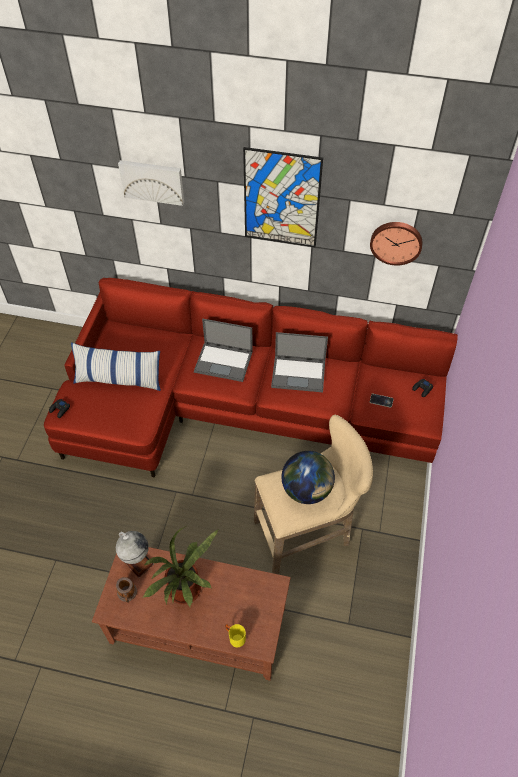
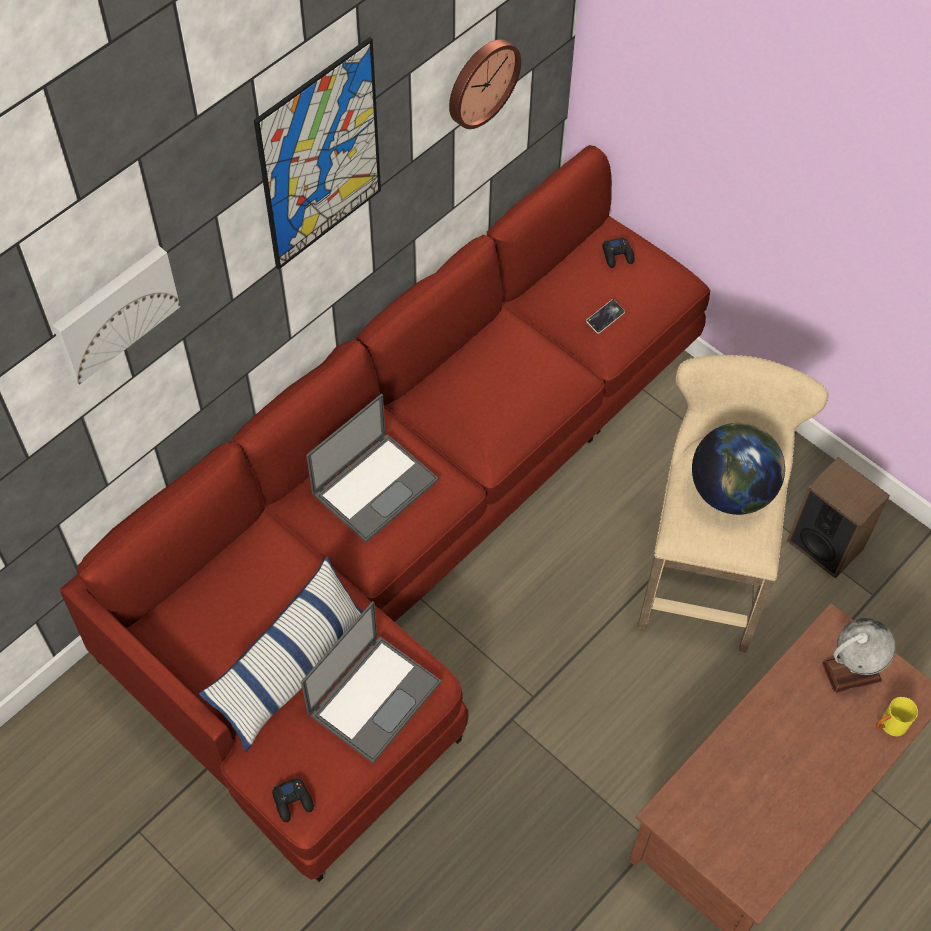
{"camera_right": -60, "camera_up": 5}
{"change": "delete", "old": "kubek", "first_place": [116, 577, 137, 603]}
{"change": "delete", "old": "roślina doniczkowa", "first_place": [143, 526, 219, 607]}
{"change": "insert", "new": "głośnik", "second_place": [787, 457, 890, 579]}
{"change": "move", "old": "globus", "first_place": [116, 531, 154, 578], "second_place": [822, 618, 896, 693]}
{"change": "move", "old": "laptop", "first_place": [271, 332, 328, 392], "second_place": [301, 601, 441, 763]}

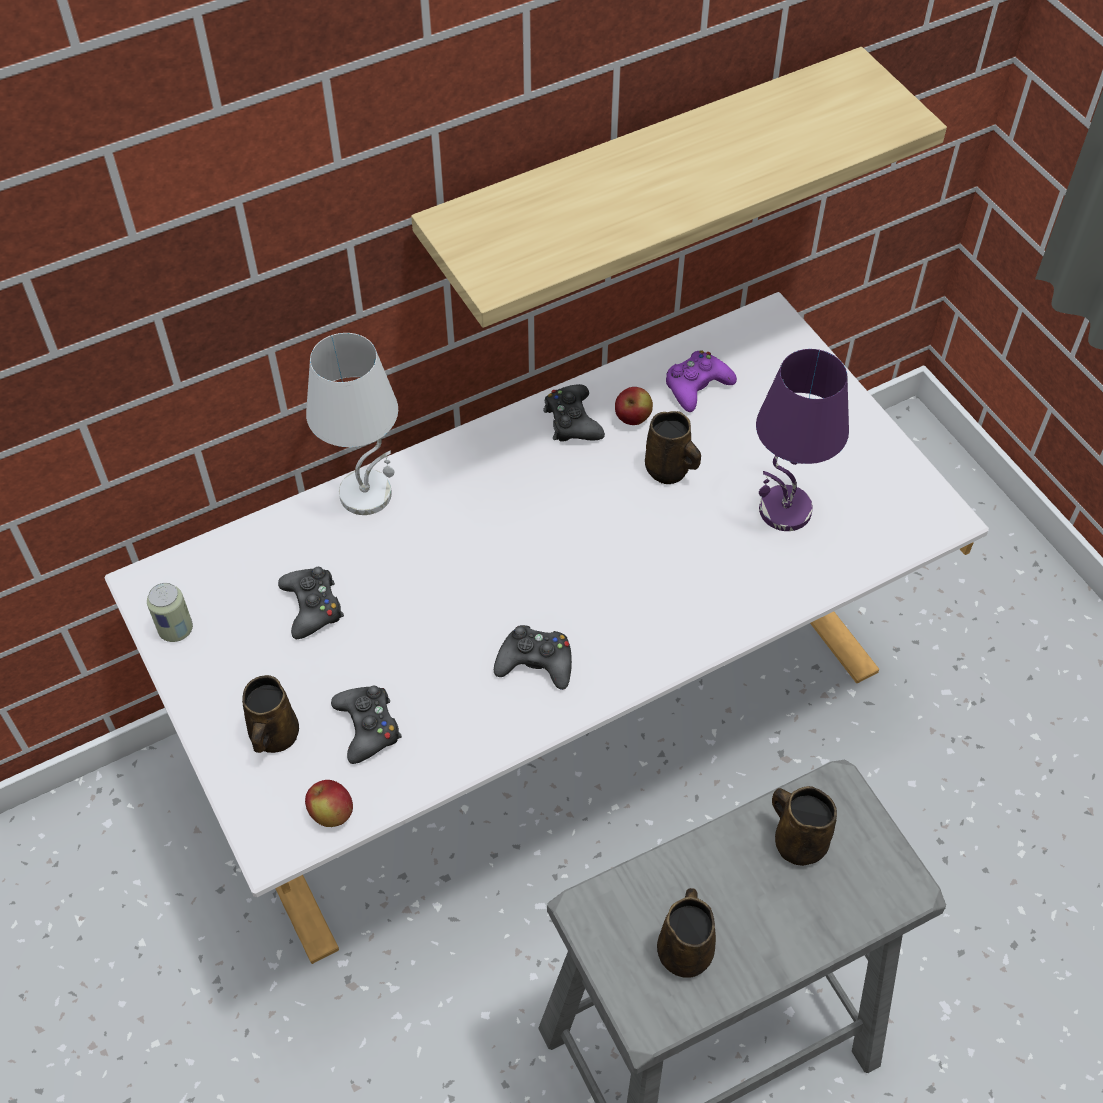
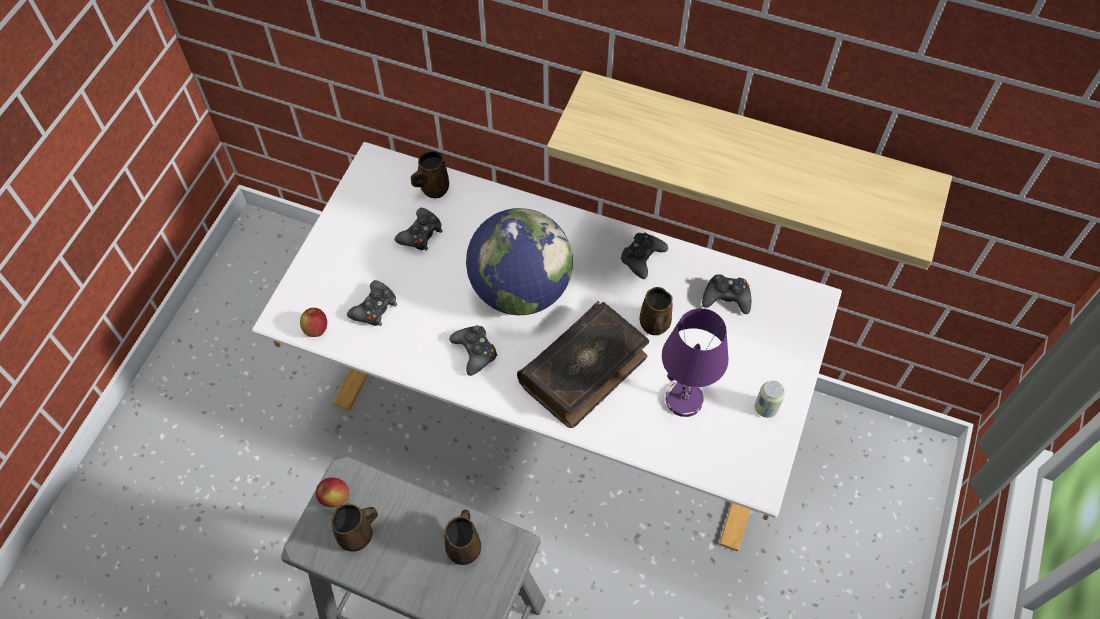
{"camera_right": 50, "camera_up": 5}
{"change": "delete", "old": "lampa stołowa/biały", "first_place": [306, 333, 398, 515]}
{"change": "insert", "new": "globus", "second_place": [466, 208, 573, 315]}
{"change": "insert", "new": "książka", "second_place": [517, 301, 649, 428]}
{"change": "move", "old": "puszka", "first_place": [147, 583, 193, 642], "second_place": [755, 381, 785, 418]}
{"change": "move", "old": "kubek/brązowy", "first_place": [242, 675, 299, 753], "second_place": [411, 151, 449, 198]}
{"change": "move", "old": "jabłko", "first_place": [615, 387, 653, 425], "second_place": [316, 478, 349, 507]}
{"change": "recolor", "old": "pad do gier/fioletowy", "new": "pad do gier/czarny", "first_place": [666, 350, 737, 412], "second_place": [702, 275, 751, 314]}

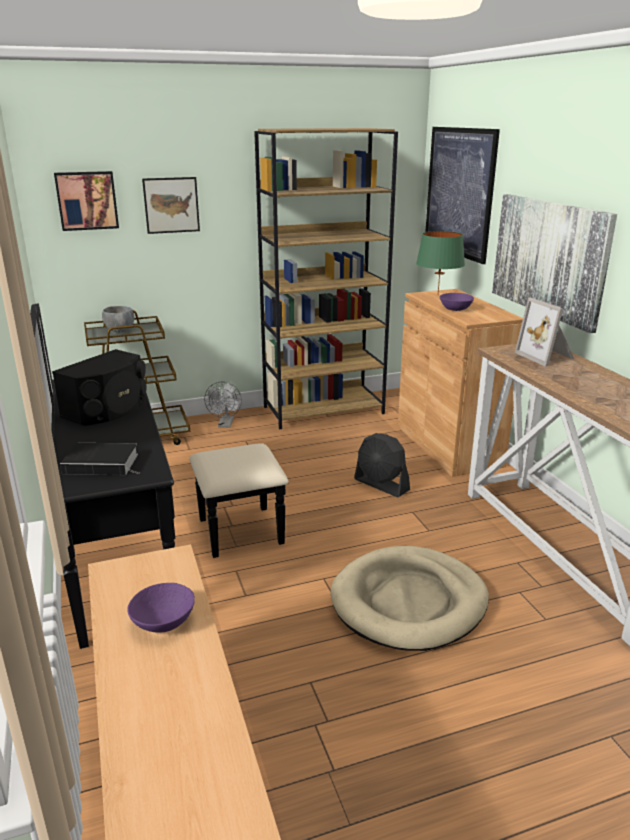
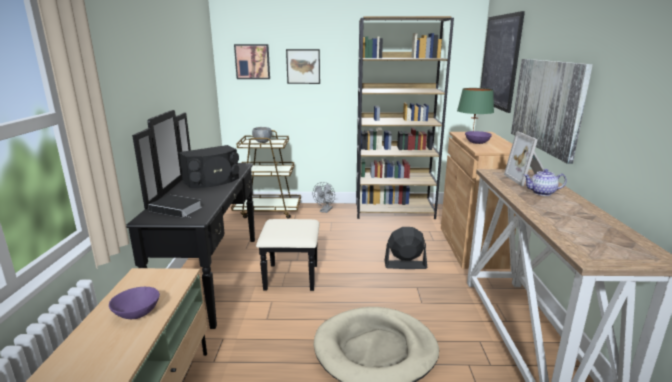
{"camera_right": 20, "camera_up": -5}
{"change": "insert", "new": "imbryk", "second_place": [524, 169, 567, 196]}
{"change": "rotate", "old": "wentylator/czarny", "first_place": [354, 433, 410, 497], "second_place": [385, 227, 427, 269], "degrees": 120}

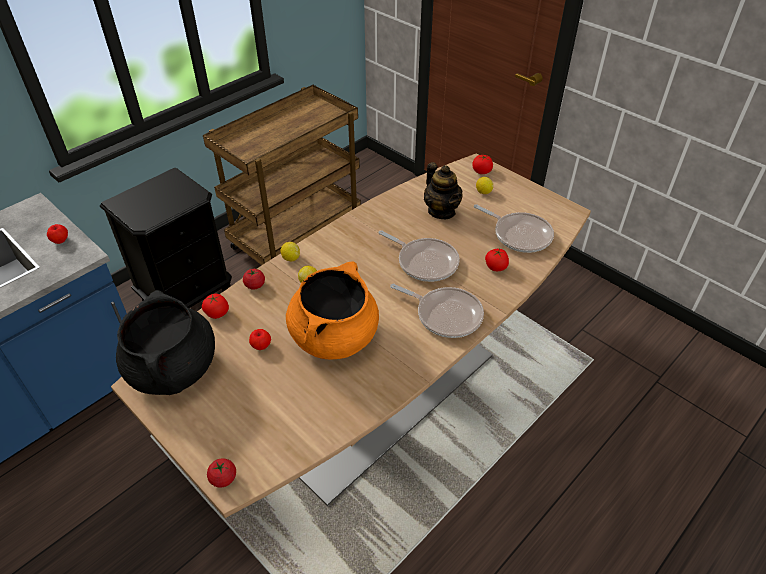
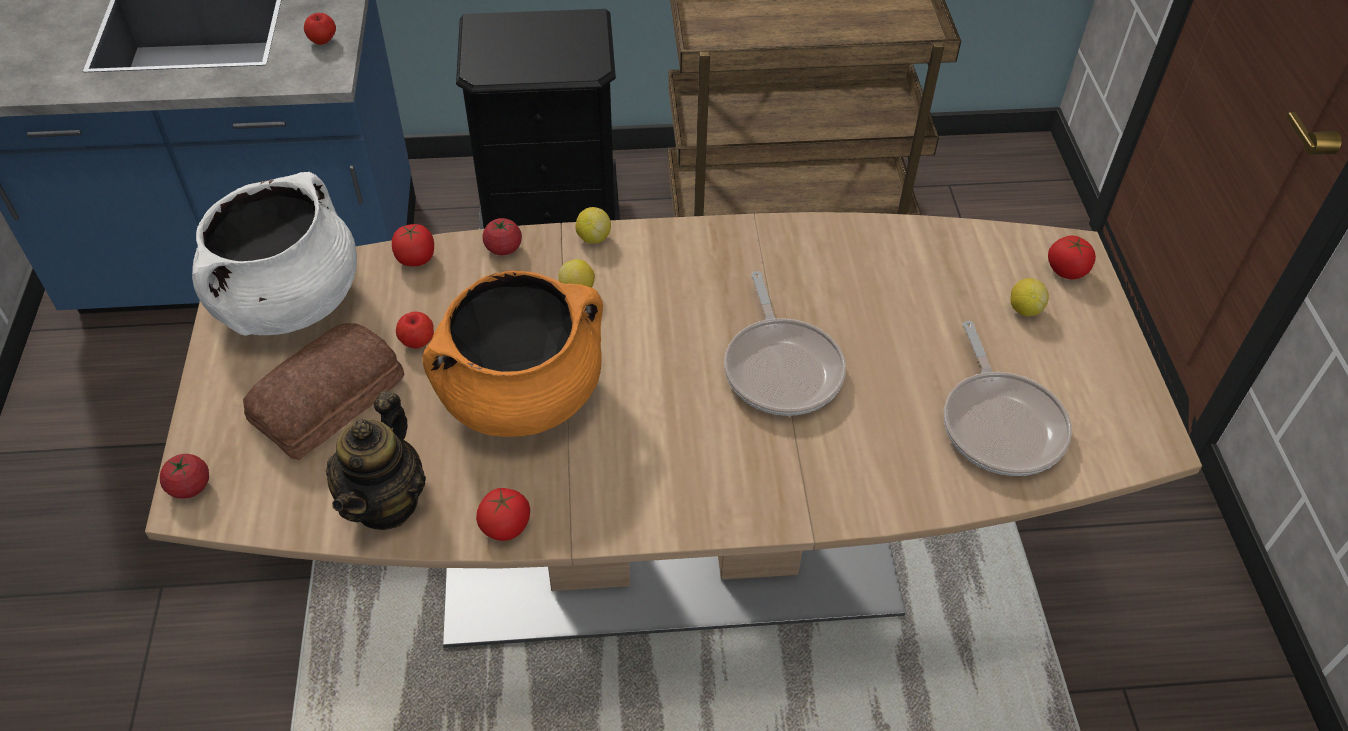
{"camera_right": 40, "camera_up": 5}
{"change": "delete", "old": "patelnia", "first_place": [390, 284, 484, 338]}
{"change": "insert", "new": "chleb", "second_place": [243, 323, 404, 460]}
{"change": "move", "old": "imbryk", "first_place": [424, 162, 462, 219], "second_place": [326, 391, 426, 530]}
{"change": "move", "old": "pomidor", "first_place": [485, 249, 509, 271], "second_place": [476, 488, 530, 541]}
{"change": "recolor", "old": "garnek/czarny", "new": "garnek/biały", "first_place": [116, 290, 215, 395], "second_place": [192, 172, 357, 336]}

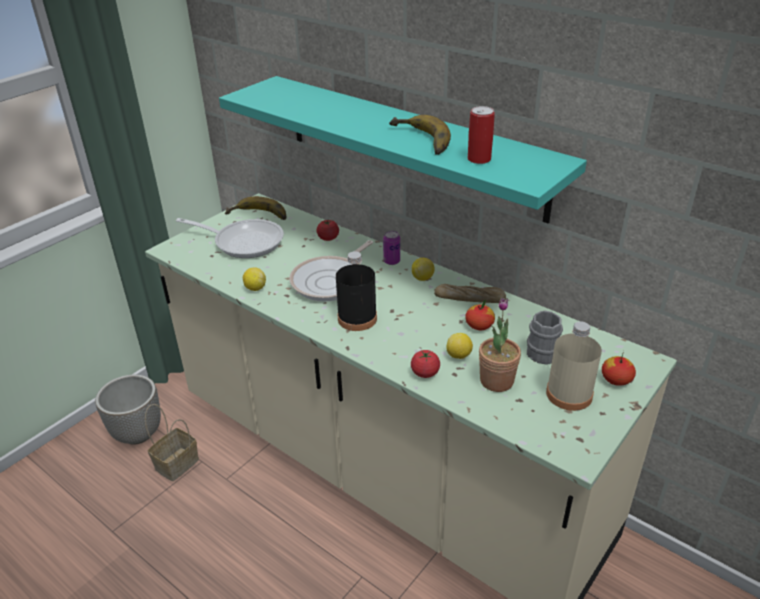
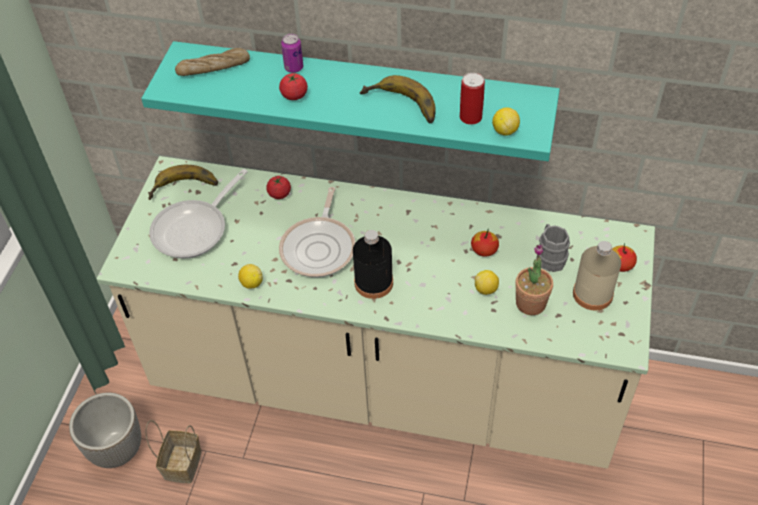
{"camera_right": -25, "camera_up": 15}
{"change": "move", "old": "puszka", "first_place": [383, 231, 400, 265], "second_place": [281, 34, 303, 73]}
{"change": "move", "old": "pomidor", "first_place": [411, 350, 440, 378], "second_place": [279, 73, 308, 100]}
{"change": "move", "old": "cytryna", "first_place": [412, 258, 435, 281], "second_place": [492, 107, 520, 136]}
{"change": "move", "old": "chleb", "first_place": [434, 284, 506, 303], "second_place": [175, 48, 250, 76]}
{"change": "rotate", "old": "patelnia", "first_place": [176, 218, 284, 258], "second_place": [149, 169, 248, 259], "degrees": 135}

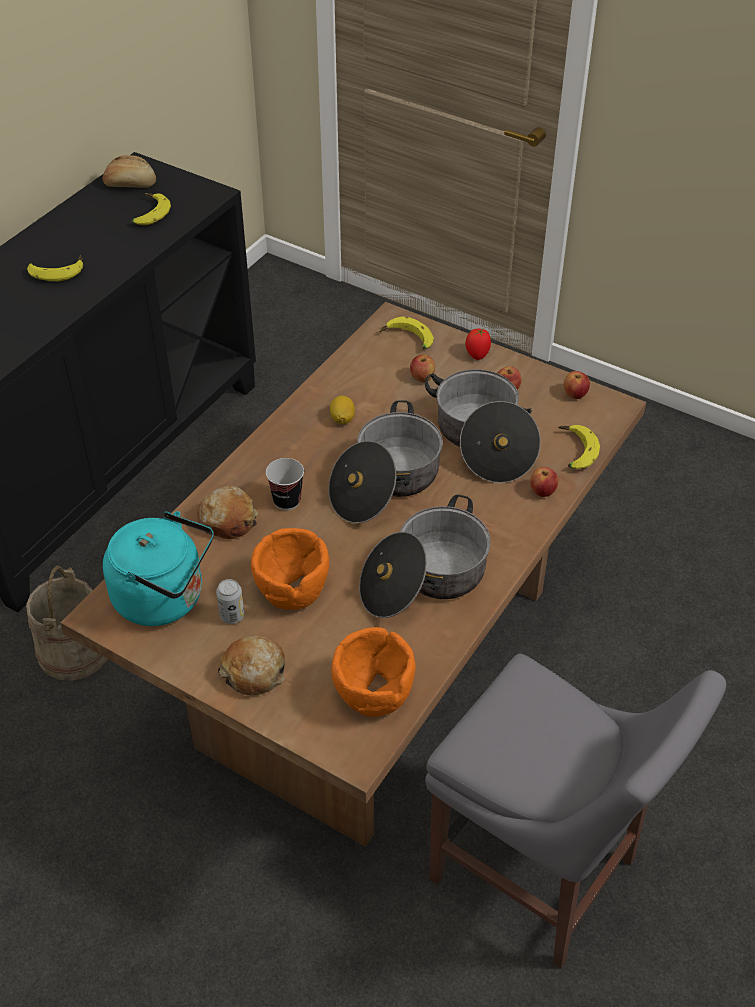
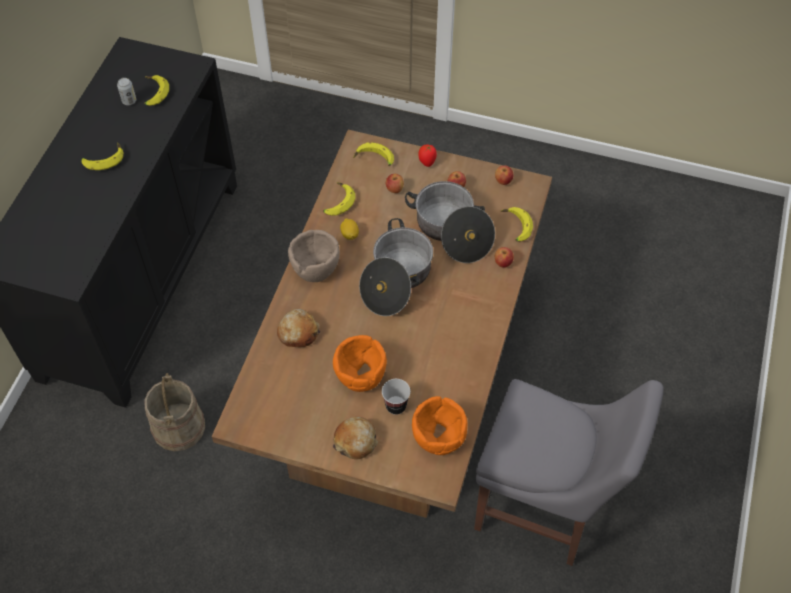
{"camera_right": -15, "camera_up": 10}
{"change": "delete", "old": "chleb", "first_place": [103, 155, 156, 188]}
{"change": "delete", "old": "czajnik/turkusowy", "first_place": [103, 511, 214, 626]}
{"change": "delete", "old": "garnek", "first_place": [359, 495, 491, 618]}
{"change": "insert", "new": "miska/brązowy", "second_place": [288, 230, 340, 282]}
{"change": "insert", "new": "banan", "second_place": [323, 182, 355, 216]}
{"change": "move", "old": "puszka", "first_place": [216, 579, 244, 624], "second_place": [117, 78, 136, 105]}
{"change": "move", "old": "filiżanka", "first_place": [266, 458, 304, 510], "second_place": [382, 379, 410, 415]}

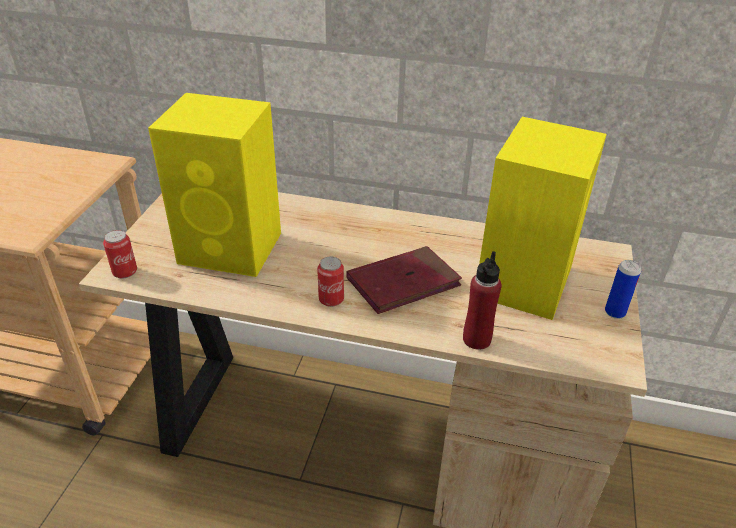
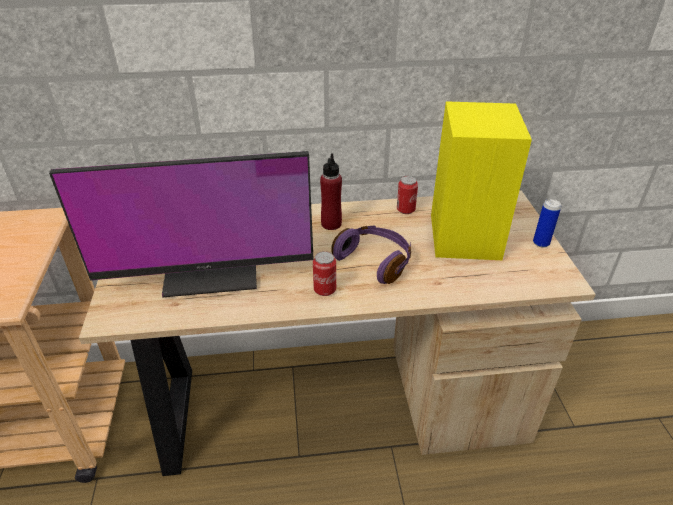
{"camera_right": -20, "camera_up": 0}
{"change": "move", "old": "puszka", "first_place": [103, 230, 137, 279], "second_place": [397, 176, 418, 214]}
{"change": "move", "old": "butelka/czerwony", "first_place": [463, 251, 502, 350], "second_place": [320, 153, 342, 230]}
{"change": "replace", "old": "głośnik/żółty", "new": "monitor", "first_place": [148, 93, 281, 277], "second_place": [49, 151, 314, 297]}
{"change": "replace", "old": "książka/czerwony", "new": "słuchawki/fioletowy", "first_place": [347, 246, 462, 314], "second_place": [331, 226, 411, 284]}

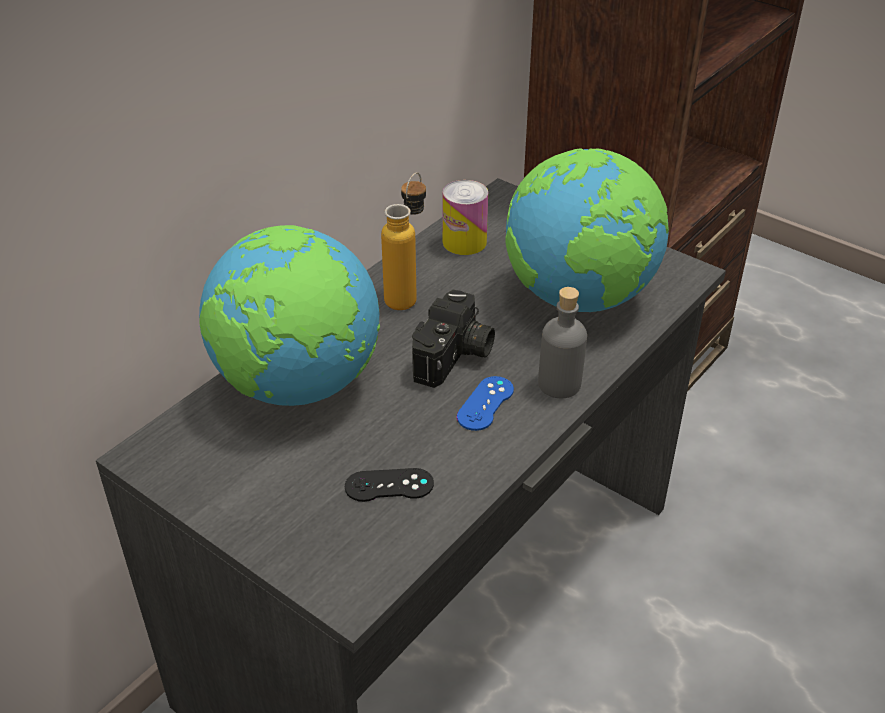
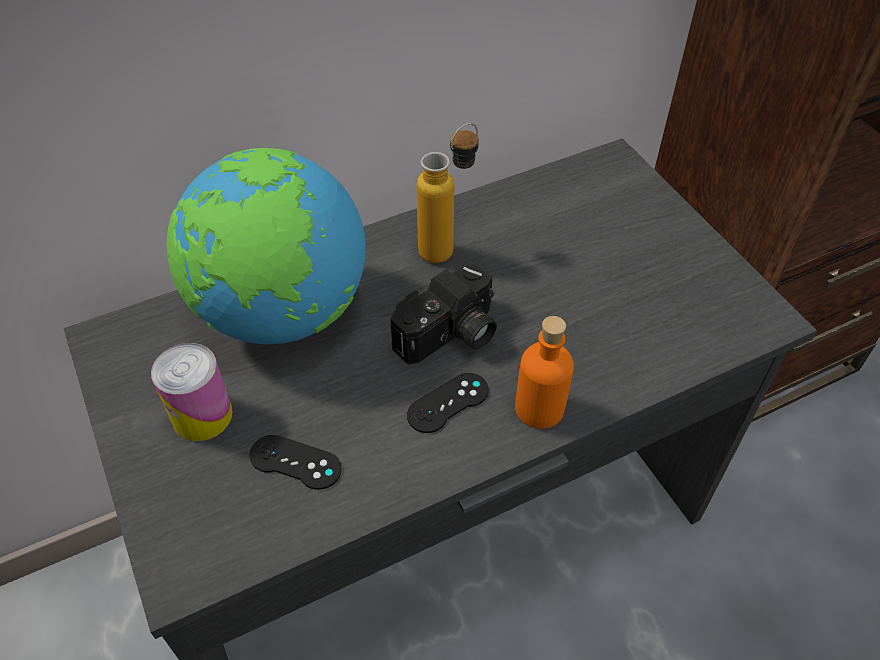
{"camera_right": 25, "camera_up": 10}
{"change": "delete", "old": "globus", "first_place": [505, 149, 669, 312]}
{"change": "move", "old": "puszka", "first_place": [443, 180, 488, 255], "second_place": [151, 343, 233, 441]}
{"change": "recolor", "old": "pad do gier/niebieski", "new": "pad do gier/czarny", "first_place": [457, 376, 514, 431], "second_place": [407, 373, 489, 433]}
{"change": "recolor", "old": "butelka/szary", "new": "butelka/pomarańczowy", "first_place": [538, 287, 587, 398], "second_place": [515, 316, 574, 429]}

